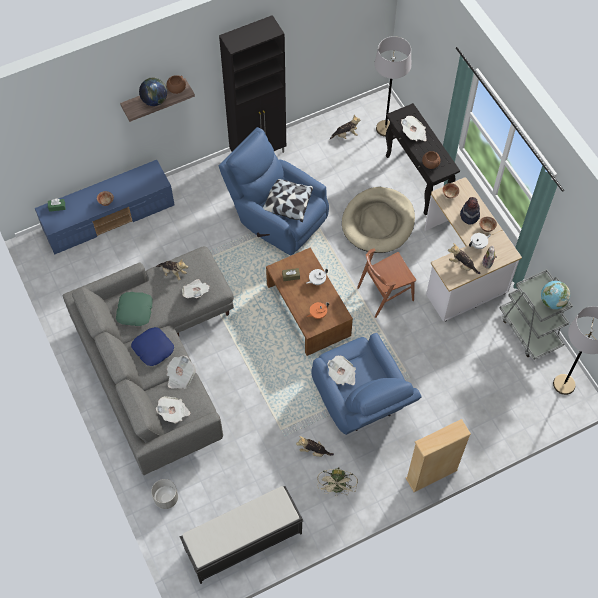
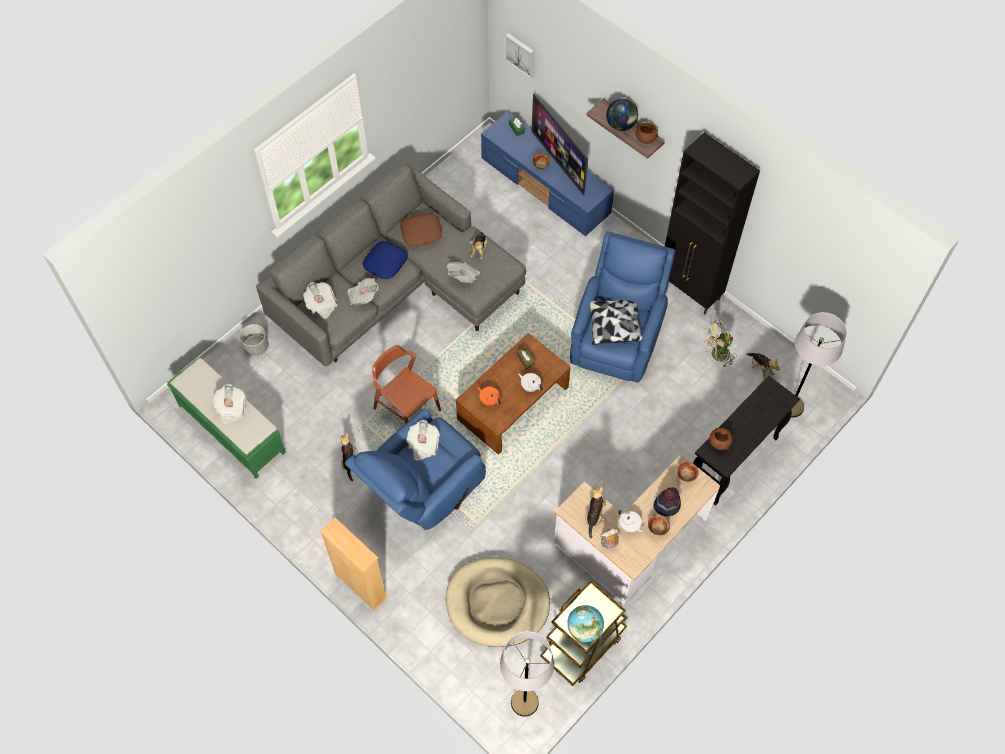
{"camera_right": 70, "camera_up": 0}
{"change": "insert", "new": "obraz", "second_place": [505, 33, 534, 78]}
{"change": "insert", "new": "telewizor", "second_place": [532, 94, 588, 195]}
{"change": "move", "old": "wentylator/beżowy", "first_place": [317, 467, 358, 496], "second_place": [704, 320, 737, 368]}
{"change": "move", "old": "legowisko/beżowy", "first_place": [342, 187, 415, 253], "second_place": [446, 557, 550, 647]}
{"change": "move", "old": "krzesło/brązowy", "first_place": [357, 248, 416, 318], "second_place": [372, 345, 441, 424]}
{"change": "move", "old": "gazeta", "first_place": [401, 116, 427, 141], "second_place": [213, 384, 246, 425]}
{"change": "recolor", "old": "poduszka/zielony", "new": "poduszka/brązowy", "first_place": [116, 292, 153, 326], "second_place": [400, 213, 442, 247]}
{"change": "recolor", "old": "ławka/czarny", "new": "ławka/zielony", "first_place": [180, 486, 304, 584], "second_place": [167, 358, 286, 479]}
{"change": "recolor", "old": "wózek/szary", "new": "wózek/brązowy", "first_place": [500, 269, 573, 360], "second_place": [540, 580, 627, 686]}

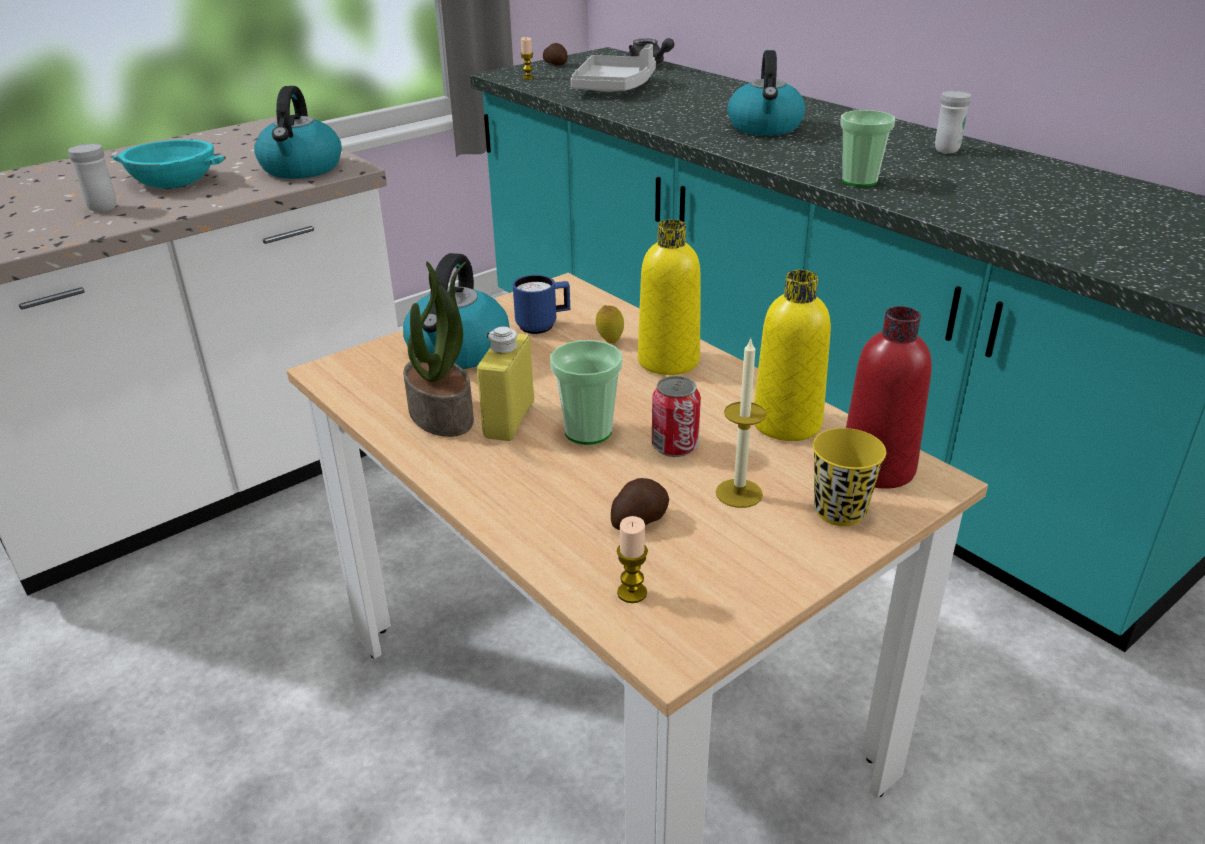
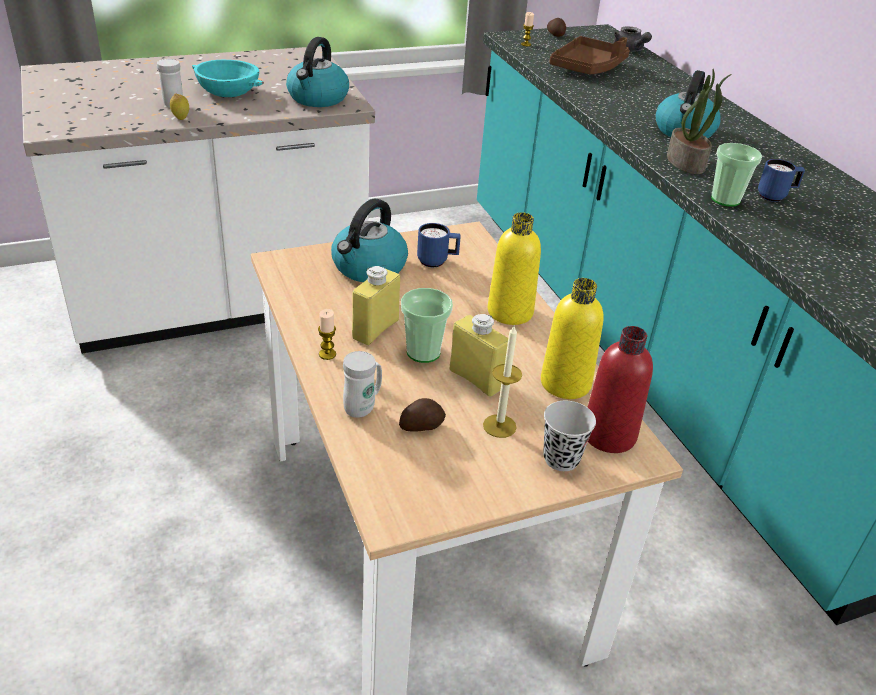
{"camera_right": 15, "camera_up": 5}
{"change": "insert", "new": "kubek/niebieski", "second_place": [758, 159, 805, 202]}
{"change": "move", "old": "roślina doniczkowa", "first_place": [403, 261, 474, 437], "second_place": [667, 69, 731, 174]}
{"change": "move", "old": "cytryna", "first_place": [596, 305, 624, 343], "second_place": [170, 94, 189, 120]}
{"change": "move", "old": "świeca", "first_place": [617, 516, 648, 603], "second_place": [318, 309, 336, 360]}
{"change": "move", "old": "kubek/biały", "first_place": [935, 91, 971, 154], "second_place": [343, 351, 382, 418]}
{"change": "replace", "old": "puszka", "new": "butelka/żółty", "first_place": [652, 376, 701, 457], "second_place": [450, 314, 508, 397]}
{"change": "recolor", "old": "taca/szary", "new": "taca/brązowy", "first_place": [570, 44, 656, 92], "second_place": [549, 36, 630, 75]}
{"change": "recolor", "old": "filiżanka/żółty", "new": "filiżanka/czarny", "first_place": [812, 428, 886, 526], "second_place": [543, 401, 596, 471]}

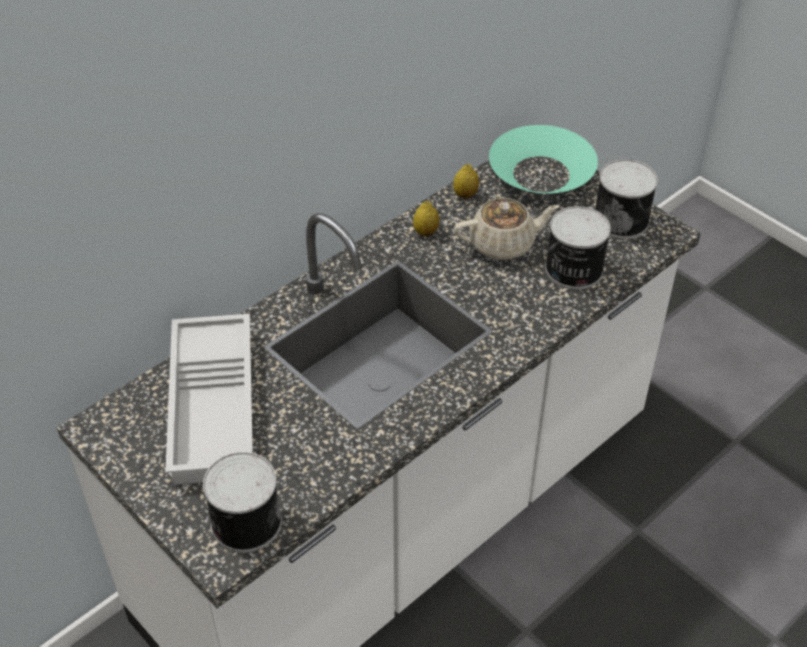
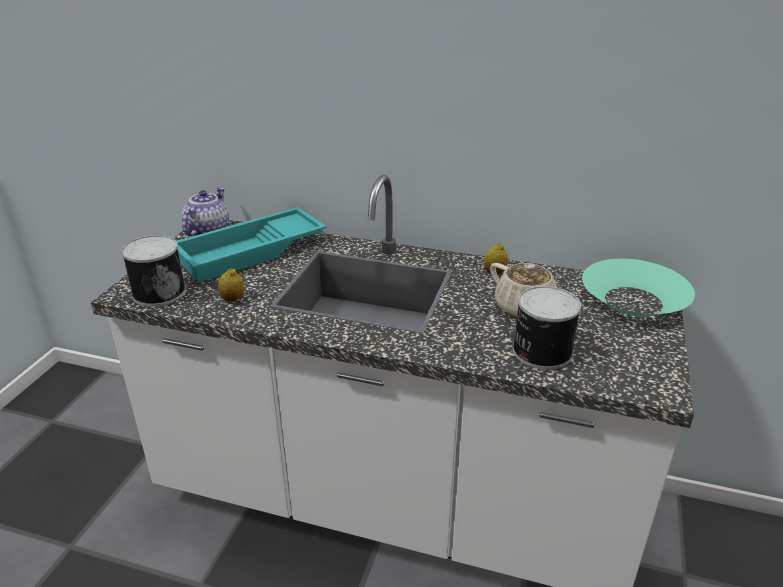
{"camera_right": 60, "camera_up": -15}
{"change": "delete", "old": "puszka", "first_place": [595, 159, 658, 239]}
{"change": "insert", "new": "imbryk", "second_place": [182, 188, 229, 236]}
{"change": "move", "old": "cytryna", "first_place": [453, 164, 479, 199], "second_place": [218, 268, 244, 302]}
{"change": "recolor", "old": "taca/biały", "new": "taca/turkusowy", "first_place": [165, 314, 253, 485], "second_place": [177, 207, 326, 283]}

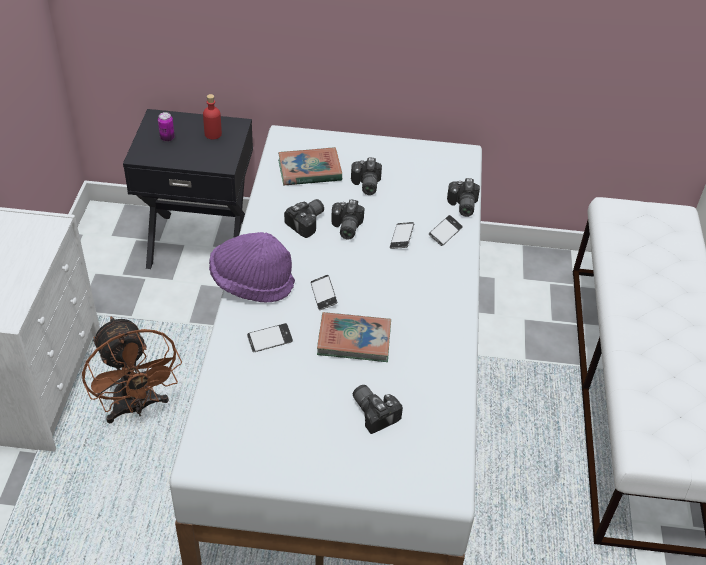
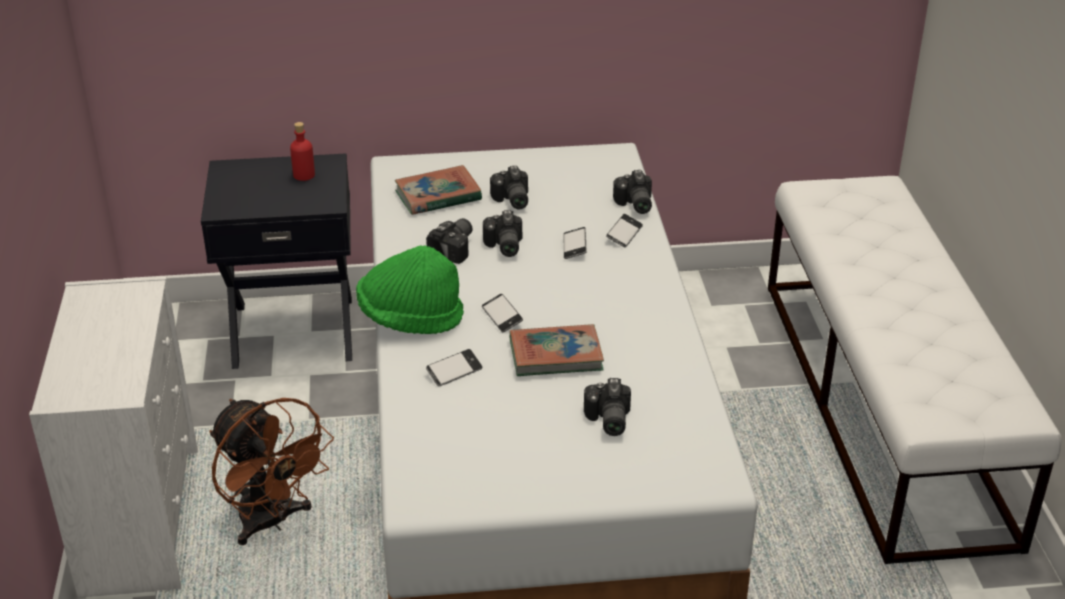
{"camera_right": -10, "camera_up": -10}
{"change": "delete", "old": "puszka", "first_place": [158, 112, 175, 142]}
{"change": "recolor", "old": "kapelusz/fioletowy", "new": "kapelusz/zielony", "first_place": [209, 232, 295, 303], "second_place": [356, 245, 464, 334]}
{"change": "rotate", "old": "aparat fotograficzny", "first_place": [353, 385, 403, 434], "second_place": [584, 378, 631, 436], "degrees": -135}

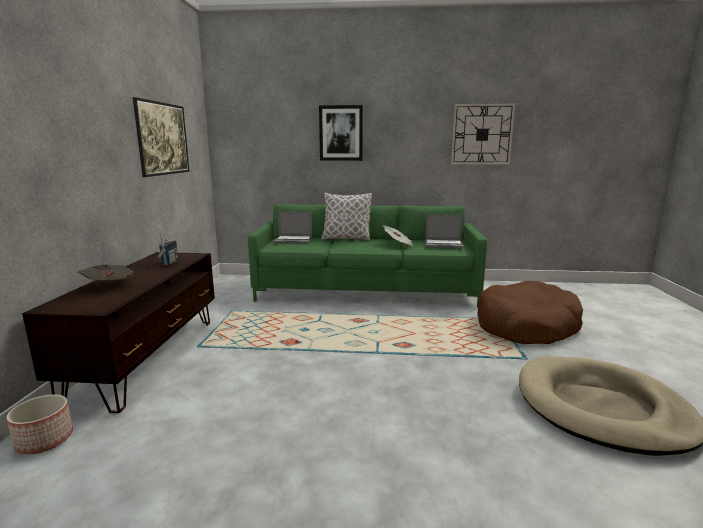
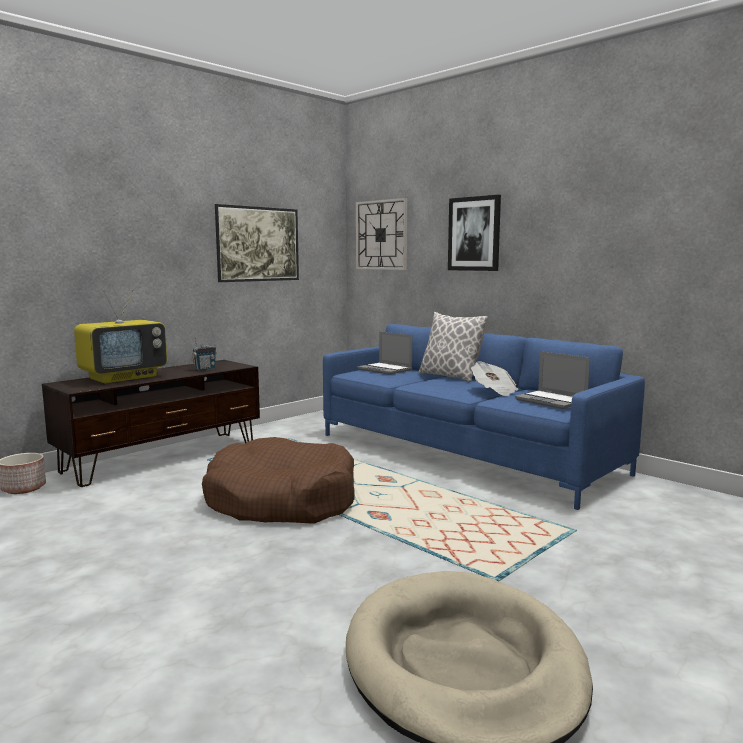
{"camera_right": 40, "camera_up": -5}
{"change": "move", "old": "zegar ścienny", "first_place": [451, 104, 515, 165], "second_place": [356, 198, 407, 270]}
{"change": "move", "old": "legowisko/brązowy", "first_place": [477, 281, 583, 344], "second_place": [202, 437, 355, 524]}
{"change": "replace", "old": "gazeta", "new": "telewizor", "first_place": [77, 265, 134, 280], "second_place": [74, 290, 167, 383]}
{"change": "recolor", "old": "kanapa/zielony", "new": "kanapa/niebieski", "first_place": [248, 204, 487, 308], "second_place": [323, 324, 645, 510]}

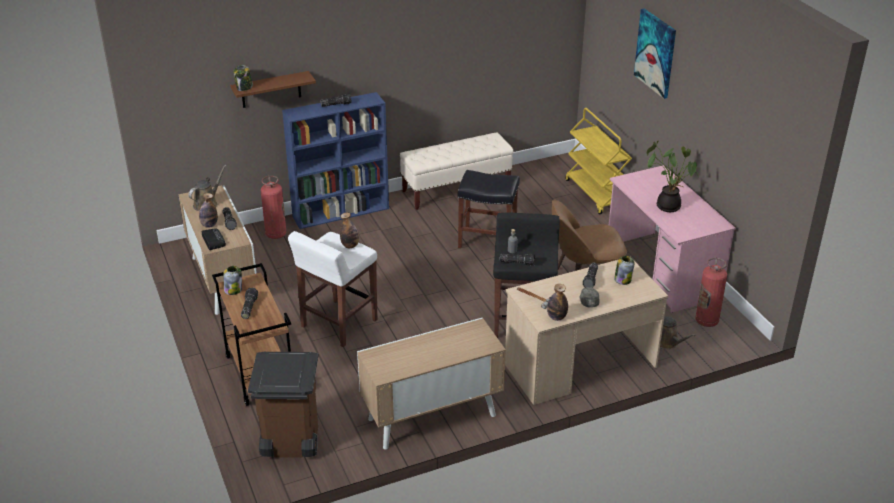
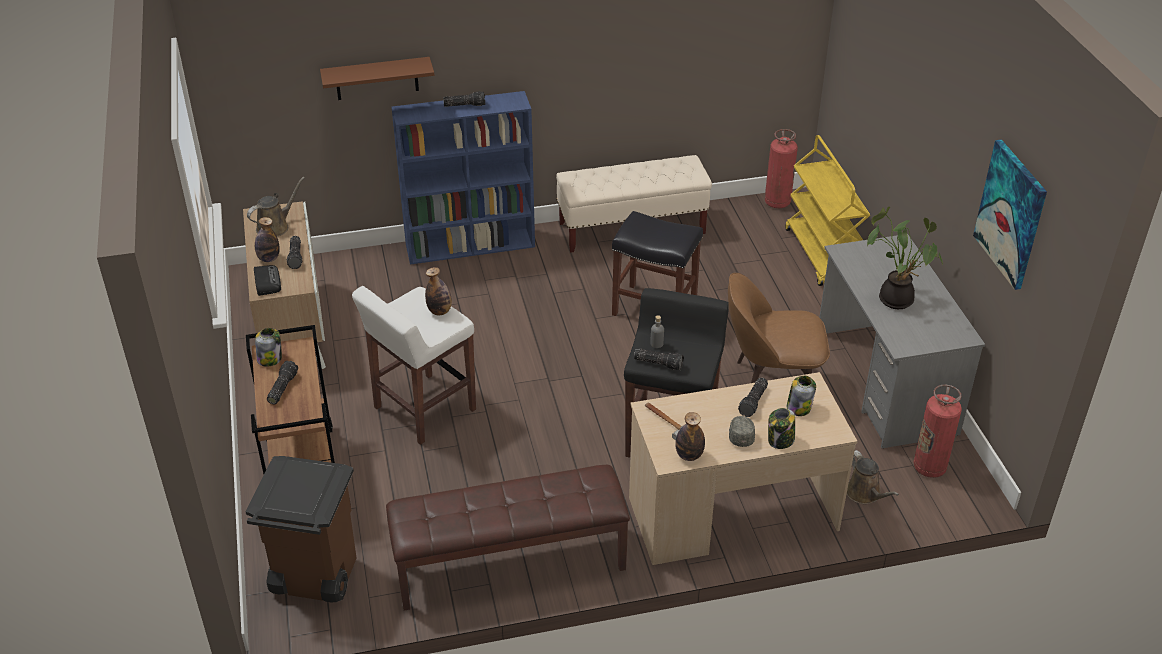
{"camera_right": 10, "camera_up": 5}
{"change": "move", "old": "słoik", "first_place": [233, 65, 253, 91], "second_place": [768, 408, 795, 449]}
{"change": "move", "old": "gaśnica", "first_place": [261, 176, 286, 239], "second_place": [765, 129, 798, 208]}
{"change": "move", "old": "obraz", "first_place": [634, 8, 676, 99], "second_place": [973, 139, 1047, 290]}
{"change": "replace", "old": "szafka", "new": "ławka/brązowy", "first_place": [357, 318, 506, 450], "second_place": [386, 465, 630, 611]}
{"change": "recolor", "old": "biurko/różowy", "new": "biurko/szary", "first_place": [609, 165, 736, 313], "second_place": [819, 234, 985, 449]}

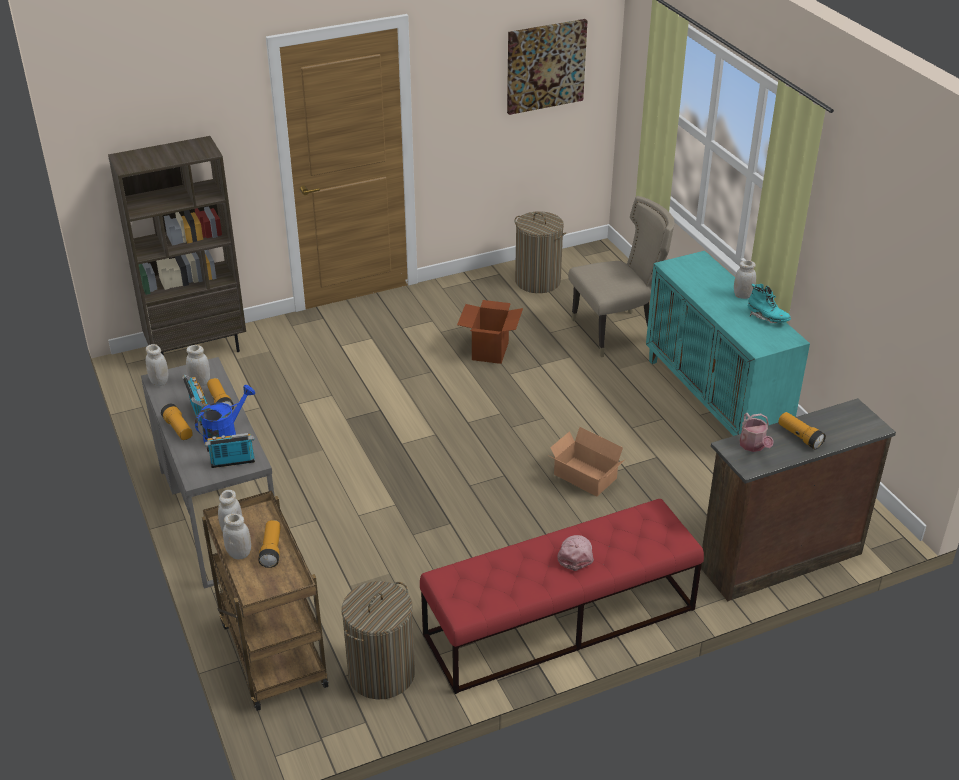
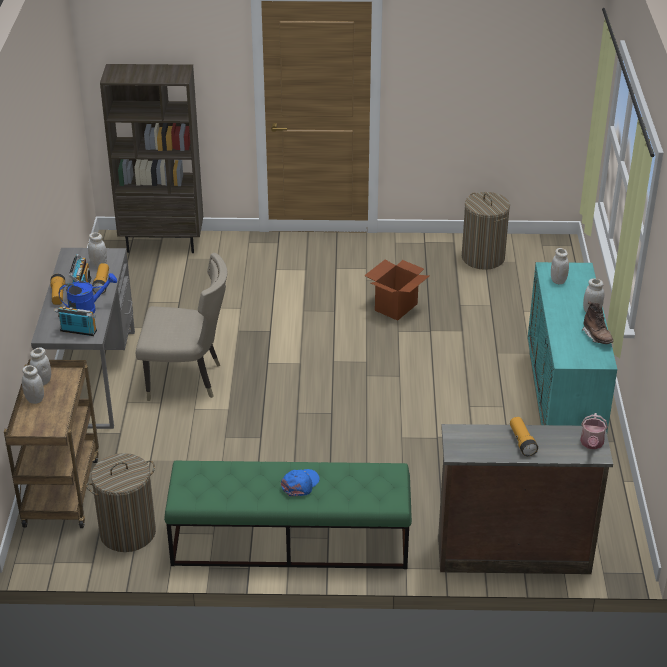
{"camera_right": 25, "camera_up": 0}
{"change": "delete", "old": "latarka", "first_place": [258, 520, 280, 568]}
{"change": "delete", "old": "obraz", "first_place": [507, 19, 587, 115]}
{"change": "delete", "old": "karton", "first_place": [550, 427, 626, 497]}
{"change": "move", "old": "słoik/biały", "first_place": [146, 344, 168, 386], "second_place": [551, 248, 569, 284]}
{"change": "move", "old": "krzesło/beżowy", "first_place": [568, 196, 675, 357], "second_place": [136, 253, 228, 401]}
{"change": "move", "old": "konewka", "first_place": [740, 413, 774, 452], "second_place": [580, 413, 608, 449]}
{"change": "recolor", "old": "ławka/czerwony", "new": "ławka/zielony", "first_place": [420, 499, 704, 694], "second_place": [164, 461, 412, 569]}
{"change": "recolor", "old": "czapka z daszkiem/różowy", "new": "czapka z daszkiem/niebieski", "first_place": [557, 535, 594, 571], "second_place": [281, 469, 320, 497]}
{"change": "recolor", "old": "but z cholewką/turkusowy", "new": "but z cholewką/brązowy", "first_place": [748, 284, 791, 323], "second_place": [582, 301, 613, 344]}

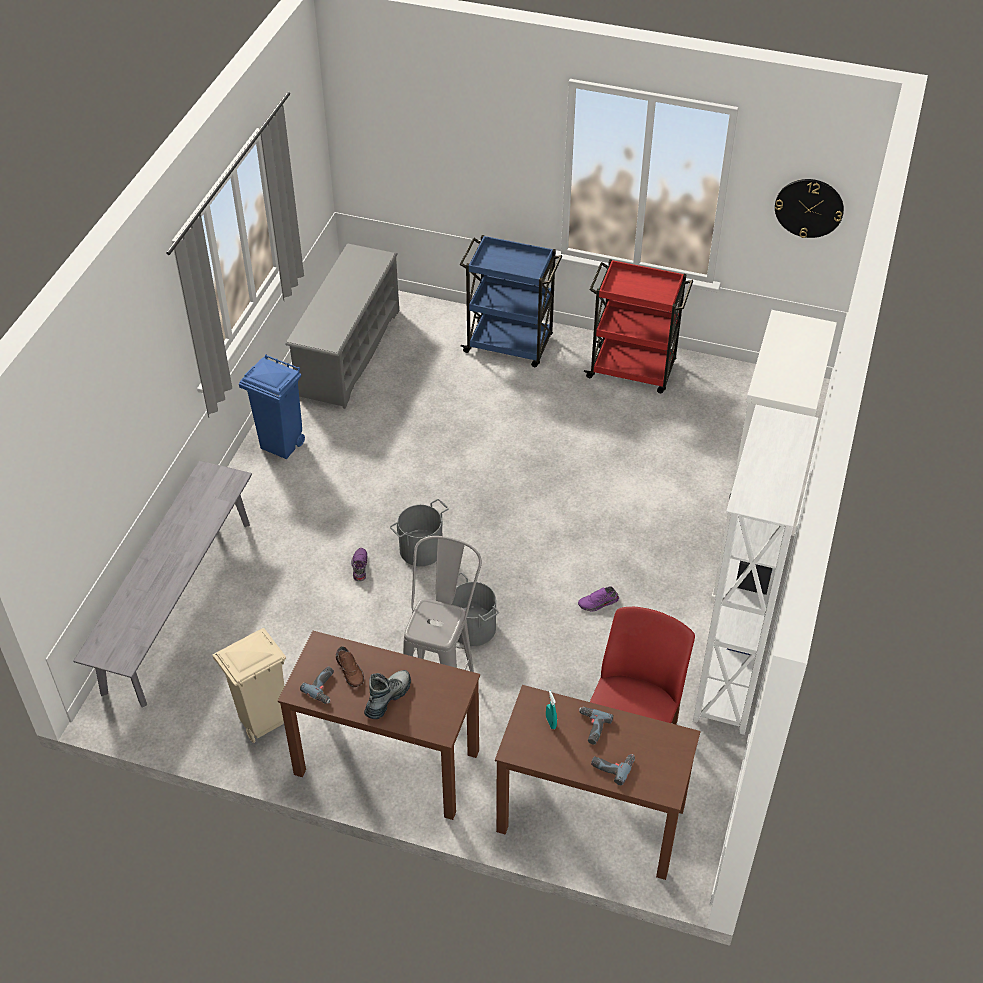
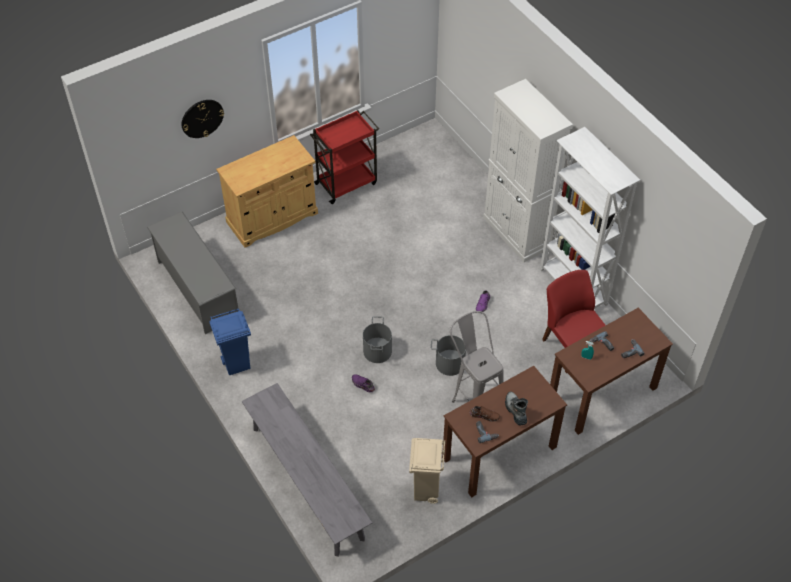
{"camera_right": -50, "camera_up": 5}
{"change": "move", "old": "zegar ścienny", "first_place": [775, 179, 844, 238], "second_place": [182, 100, 224, 138]}
{"change": "replace", "old": "wózek/niebieski", "new": "szafka/beżowy", "first_place": [460, 235, 562, 367], "second_place": [216, 135, 318, 248]}

